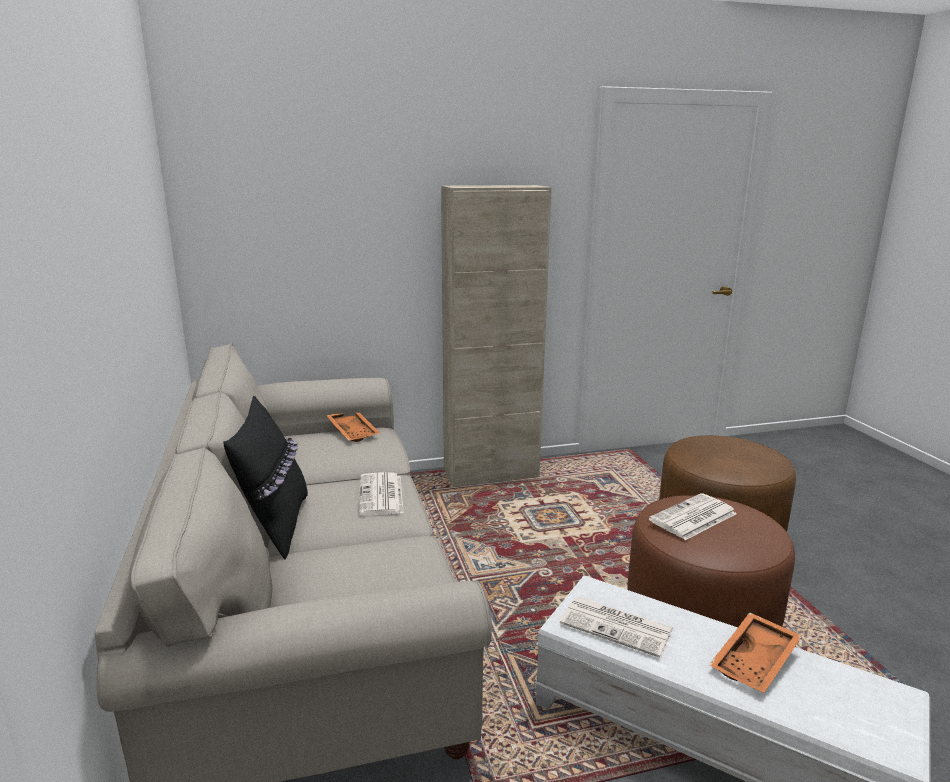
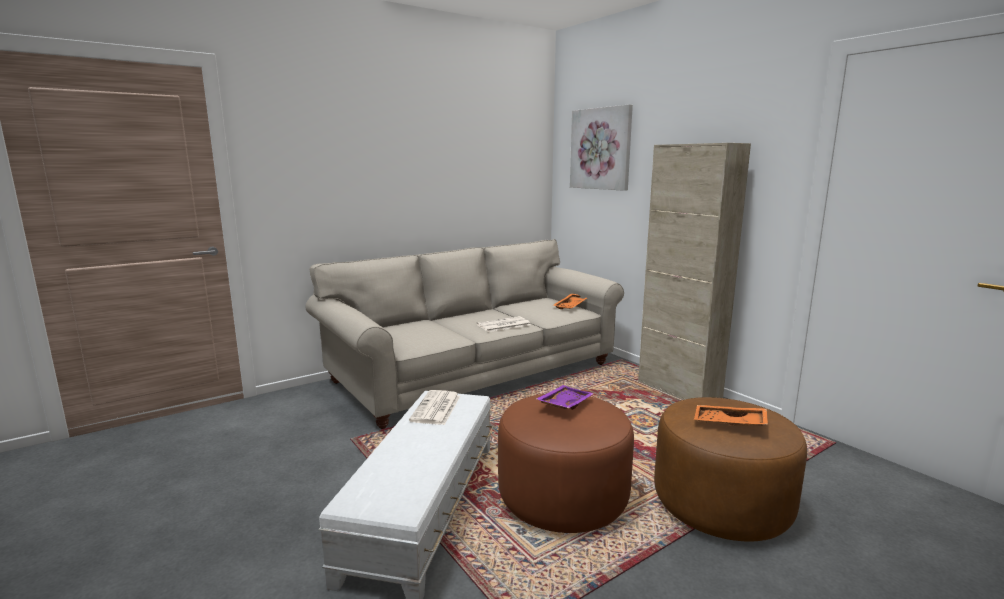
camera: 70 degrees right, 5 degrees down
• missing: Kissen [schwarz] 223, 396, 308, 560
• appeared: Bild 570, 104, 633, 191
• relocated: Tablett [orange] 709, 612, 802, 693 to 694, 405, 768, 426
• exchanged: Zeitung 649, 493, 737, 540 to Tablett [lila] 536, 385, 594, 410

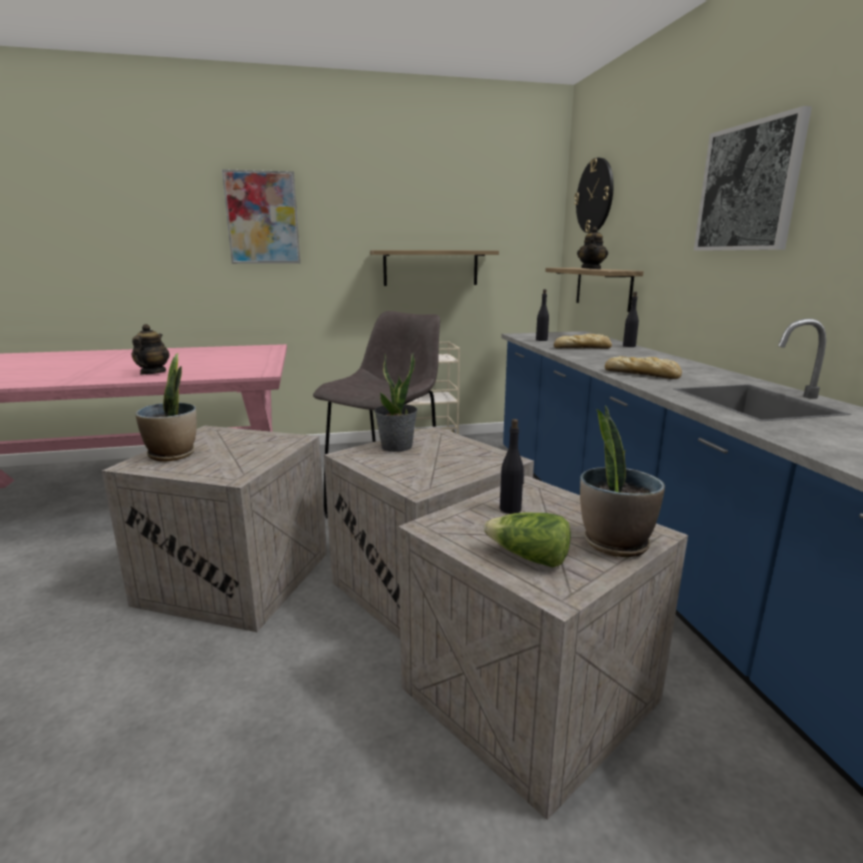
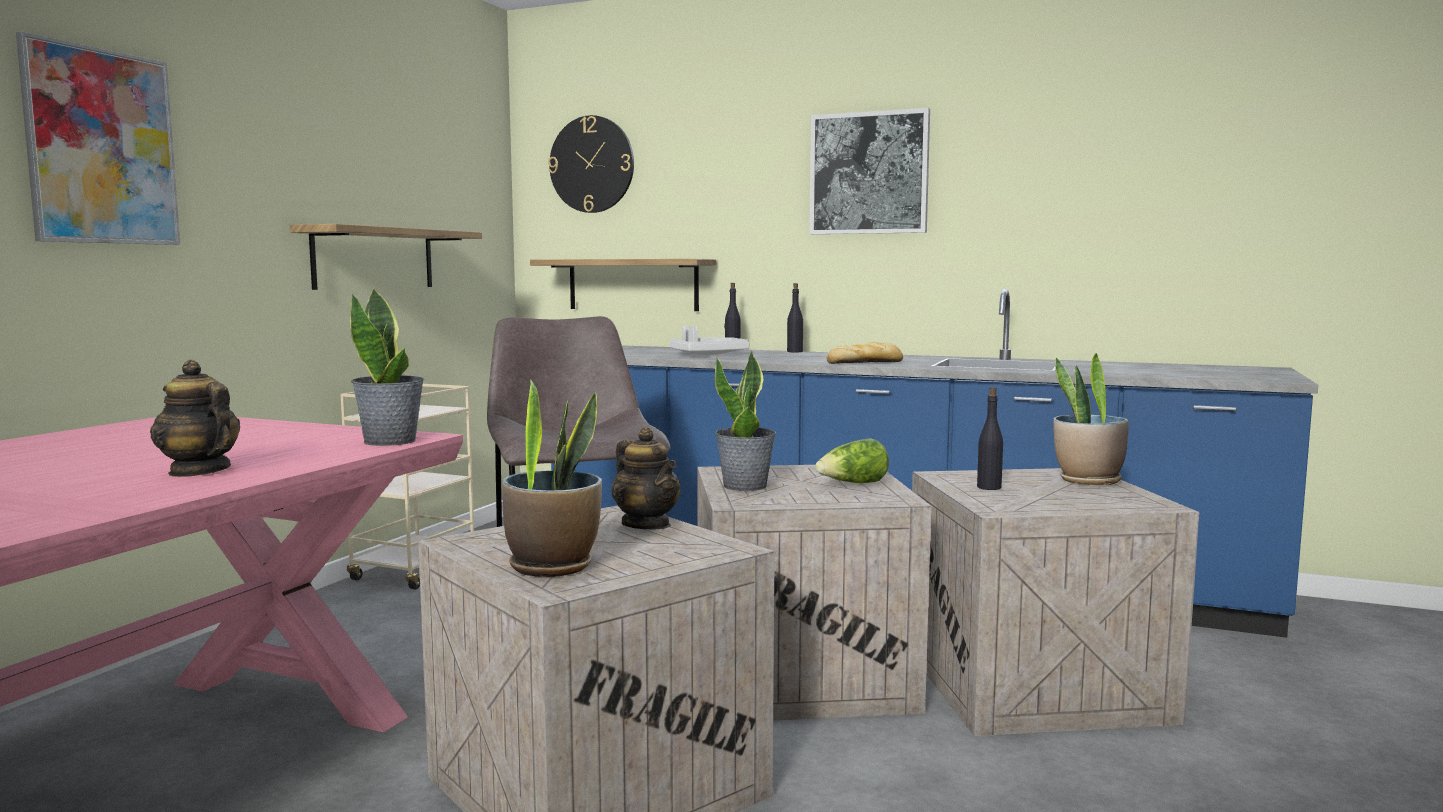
camera: 55 degrees left, 10 degrees down
• appeared: Topfpflanze 350, 288, 424, 446
• relocated: Salatkopf 484, 513, 571, 568 to 815, 438, 889, 483
• relocated: Flasche [schwarz] 536, 289, 549, 341 to 787, 283, 803, 352
• relocated: Teekanne 577, 227, 608, 269 to 612, 427, 680, 529
• exchanged: Brot 554, 334, 612, 349 to Tablett [grau] 669, 326, 750, 355

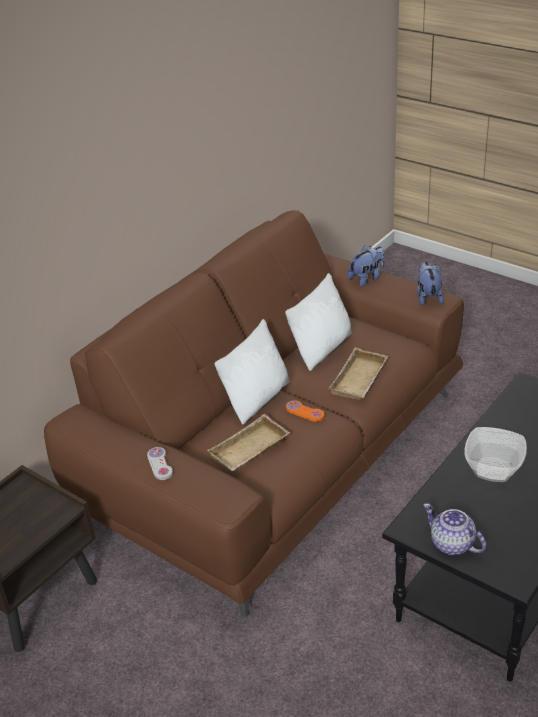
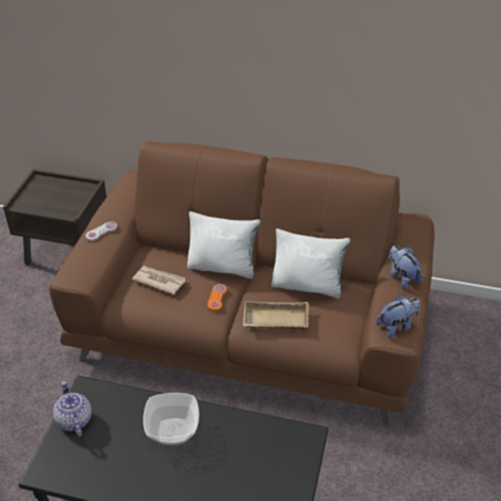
camera: 65 degrees right, 5 degrees up
• exchanged: Tablett [beige] 207, 414, 290, 472 to Zeitung 132, 266, 185, 295
• spun: Plüschtier 348, 245, 385, 287 = 389, 245, 423, 290 150 degrees counterclockwise
• spun: Teekanne 424, 503, 486, 555 = 53, 381, 92, 437 45 degrees counterclockwise

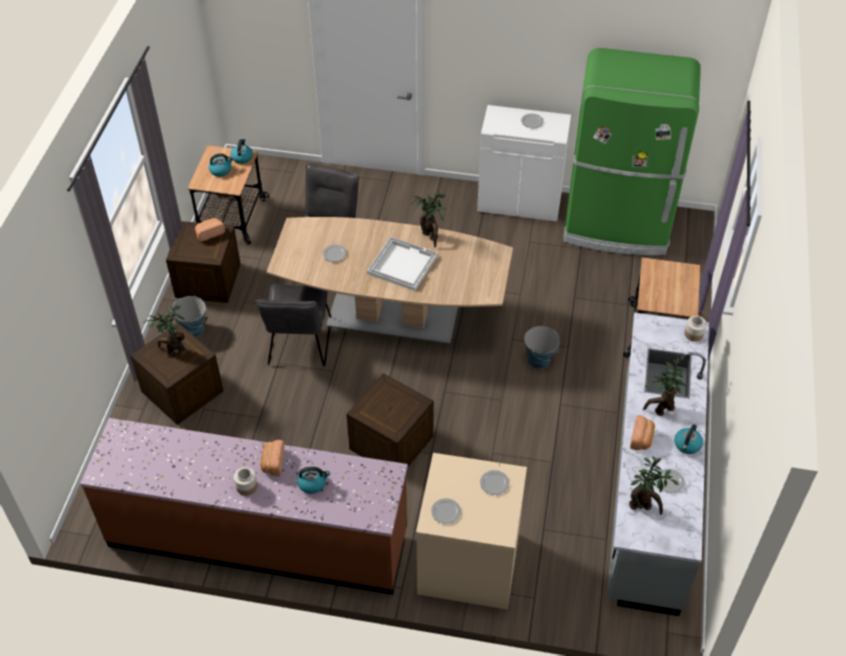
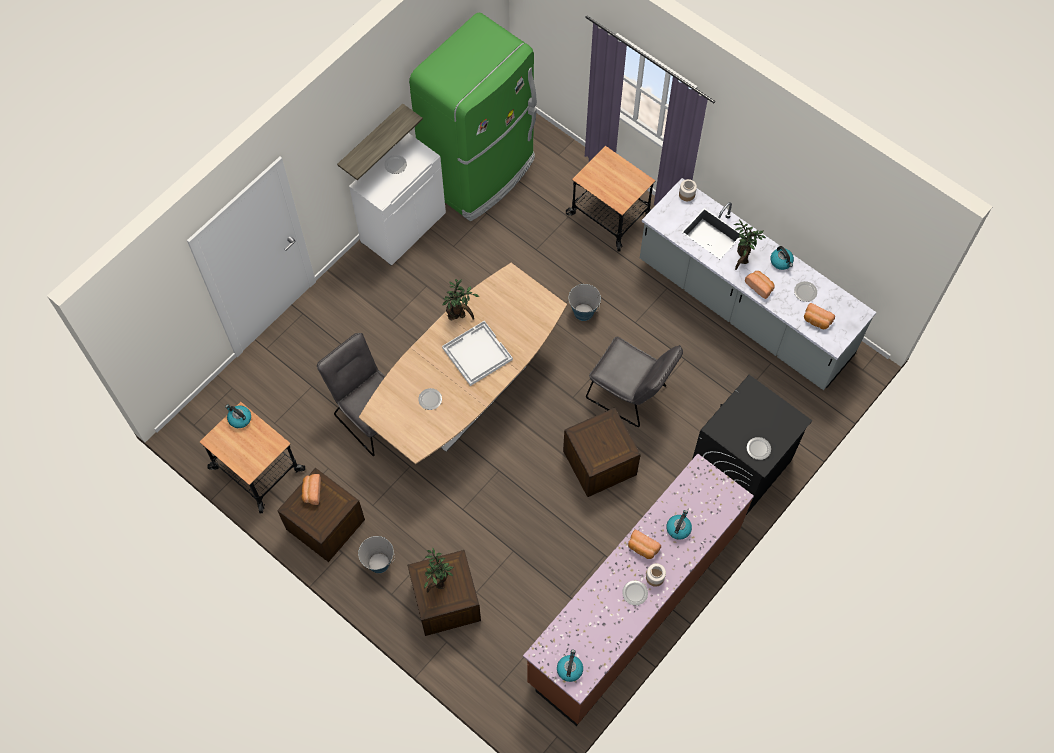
camera: 60 degrees left, 15 degrees up
• appeared: Wandregal 337, 104, 423, 180
• relocated: Wasserkessel 209, 153, 233, 177 to 557, 649, 583, 682
• relocated: Stuhl [grau] 255, 283, 331, 366 to 586, 337, 683, 427
• relocated: Teller 480, 470, 509, 495 to 622, 580, 648, 605
• exchanged: Topfpflanze 629, 457, 679, 515 to Brot 804, 303, 835, 329
• colour: Waschmaschine [beige] 416, 453, 527, 610 to Waschmaschine [schwarz] 692, 375, 812, 515

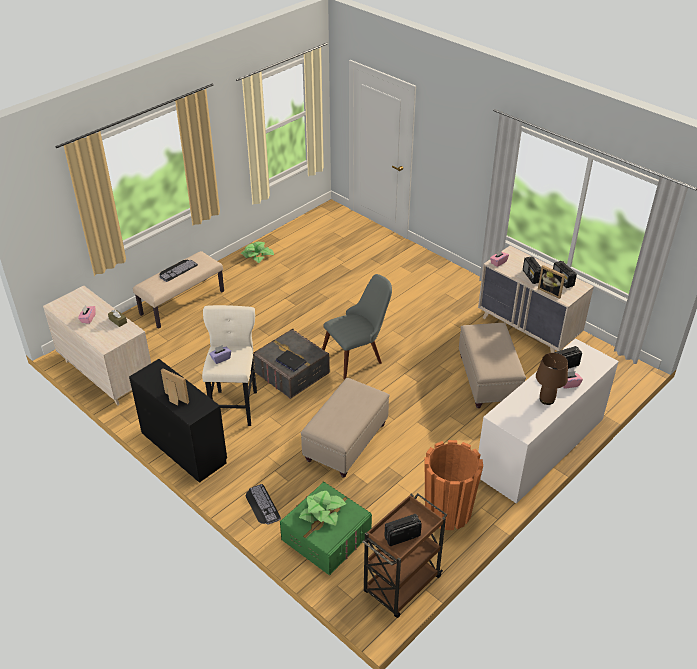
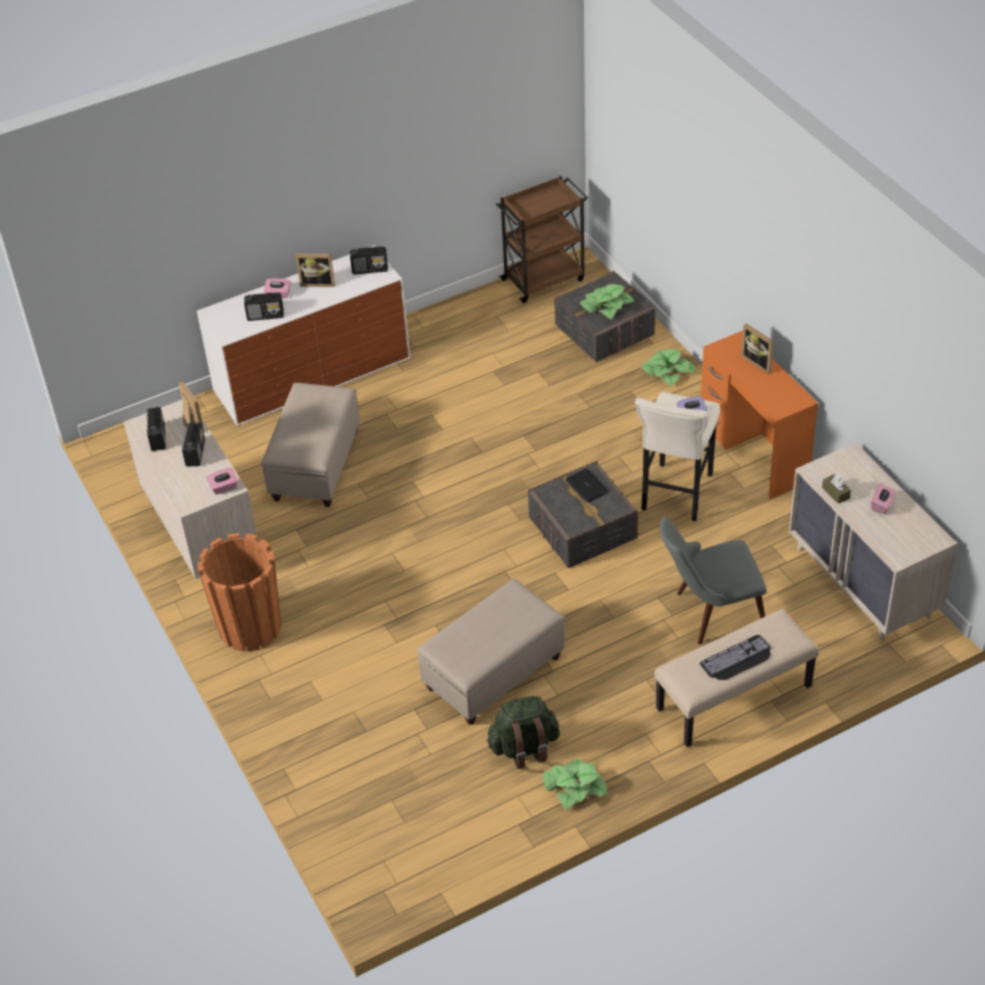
camera: 160 degrees left, 5 degrees up
• appeared: Rucksack [grün] 486, 696, 560, 769
• relocated: Polsterhocker [beige] 300, 378, 390, 478 to 417, 578, 565, 725
• relocated: Stuhl [grau] 322, 274, 392, 380 to 660, 516, 767, 644
• relocated: Radio 384, 514, 422, 546 to 350, 246, 388, 274
• relocated: Pflanzkübel [orange] 424, 440, 483, 530 to 198, 533, 281, 652
• exchanged: Tastatur 246, 484, 281, 525 to Topfpflanze 641, 349, 695, 387
• exchanged: Tischlampe [braun] 536, 353, 568, 405 to Bilderrahmen 296, 254, 335, 287
• colour: Schreibtisch [schwarz] 129, 359, 227, 483 to Schreibtisch [orange] 701, 331, 818, 499
• colour: Aufbewahrungsbox [grün] 280, 481, 372, 575 to Aufbewahrungsbox [grau] 555, 270, 655, 362

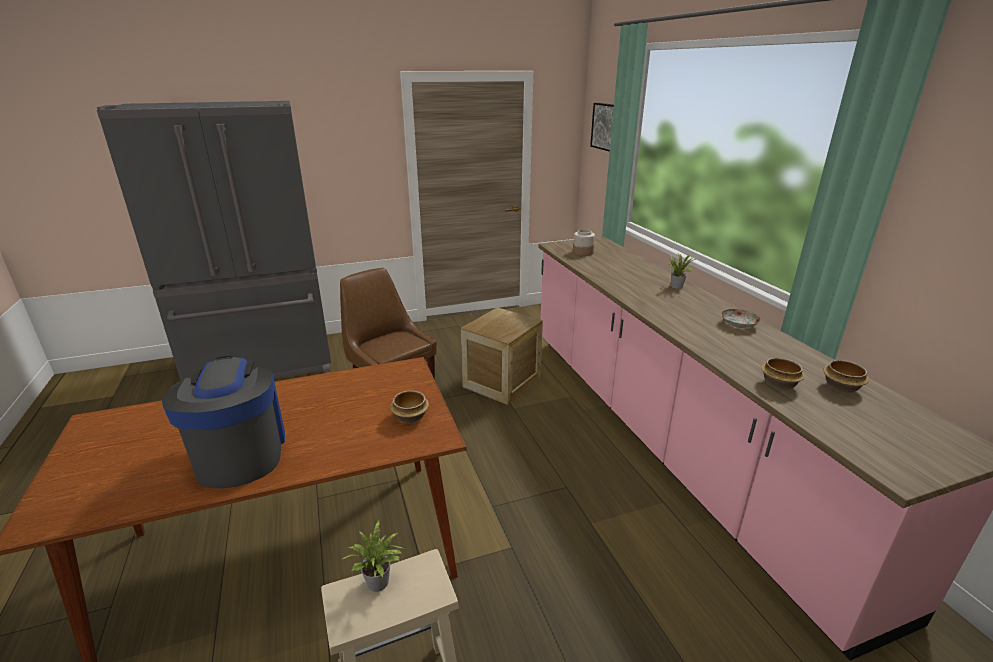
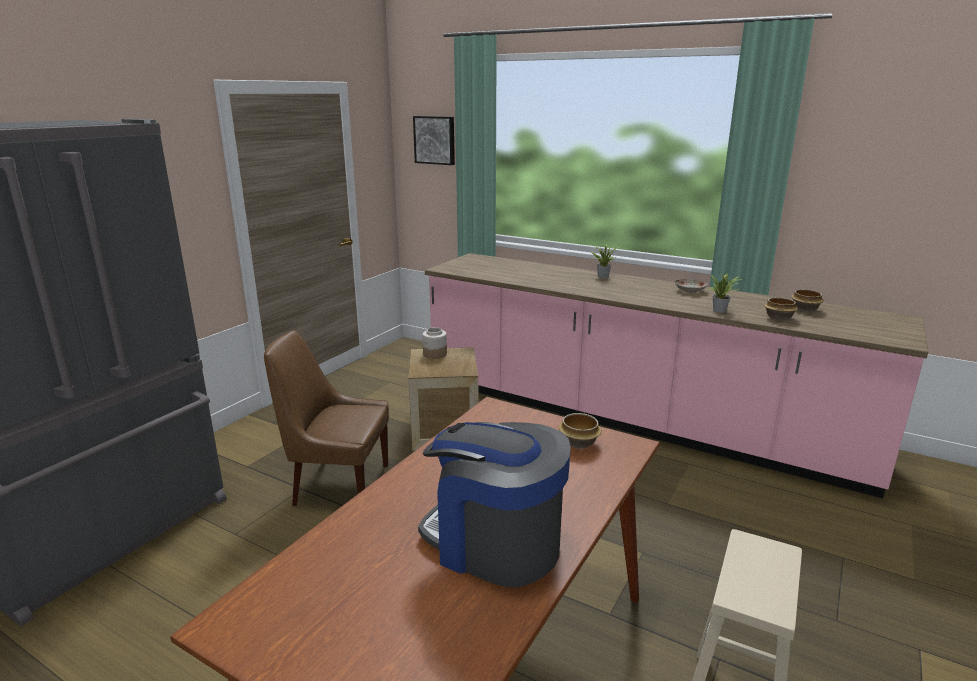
camera: 40 degrees left, 5 degrees down
• relocated: Topfpflanze 341, 520, 405, 592 to 709, 274, 741, 313
• relocated: Vorratsglas 573, 229, 595, 256 to 422, 327, 447, 359

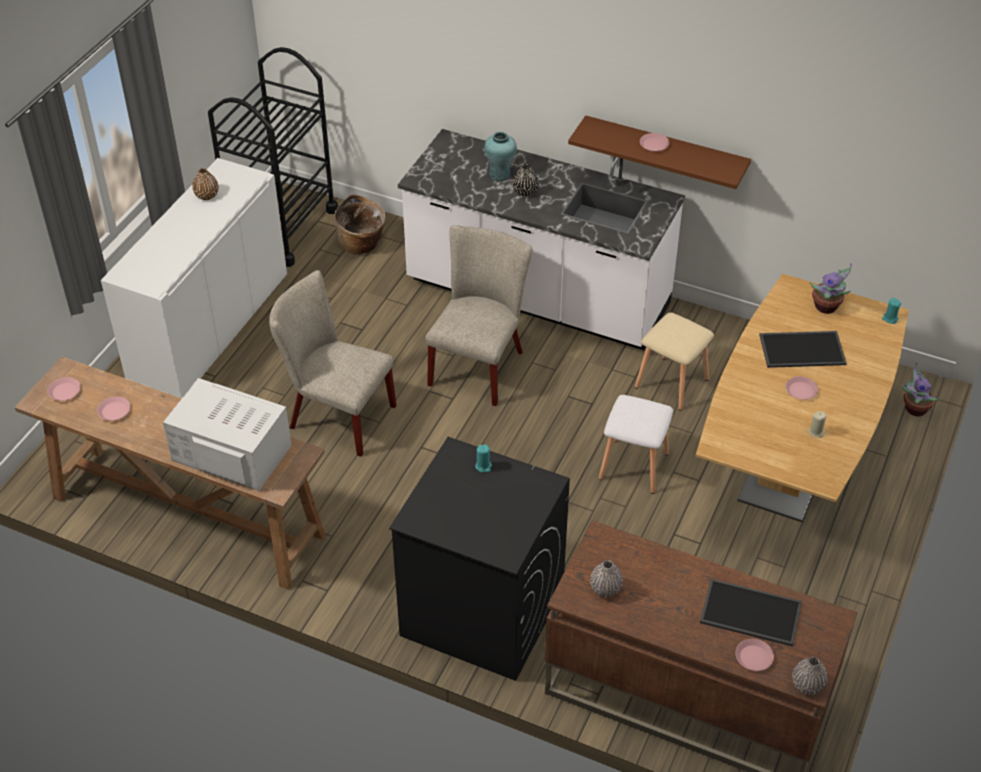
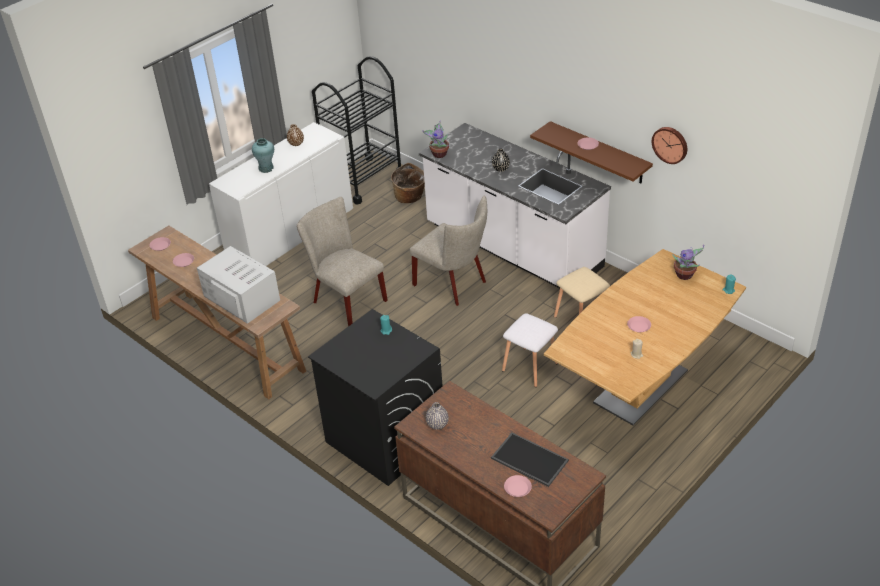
camera: 20 degrees right, 5 degrees down
• missing: Tablett 759, 331, 847, 368
• missing: Vase [grau] 792, 657, 828, 695
• appeared: Wanduhr 652, 127, 687, 164
• relocated: Vase [türkis] 484, 132, 517, 181 to 252, 138, 274, 173
• relocated: Topfpflanze 902, 363, 941, 416 to 423, 120, 449, 158
• spun: Stuhl [beige] 426, 225, 532, 406 = 410, 196, 487, 306 90 degrees clockwise

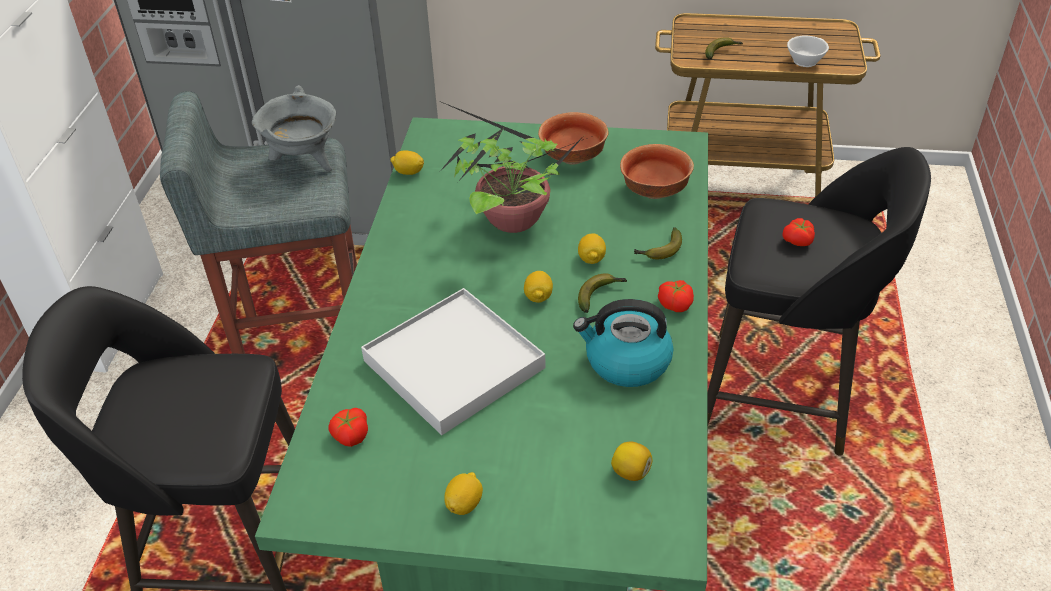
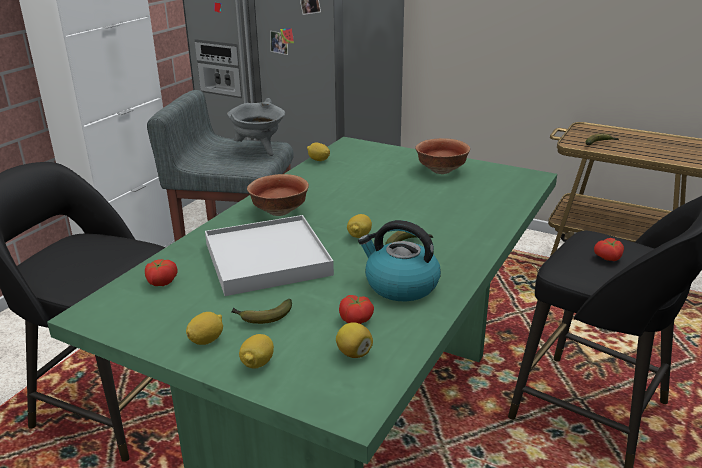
camera: 20 degrees right, 15 degrees down
• missing: Topfpflanze 437, 100, 597, 233
• missing: Tasse [weiß] 787, 36, 829, 67
• relocated: Zitrone 578, 233, 606, 264 to 239, 334, 274, 369
• relocated: Schüssel 620, 144, 694, 199 to 247, 174, 309, 216
• relocated: Banane 634, 227, 682, 259 to 232, 299, 292, 324
• relocated: Tomate 658, 280, 694, 312 to 339, 295, 374, 324

